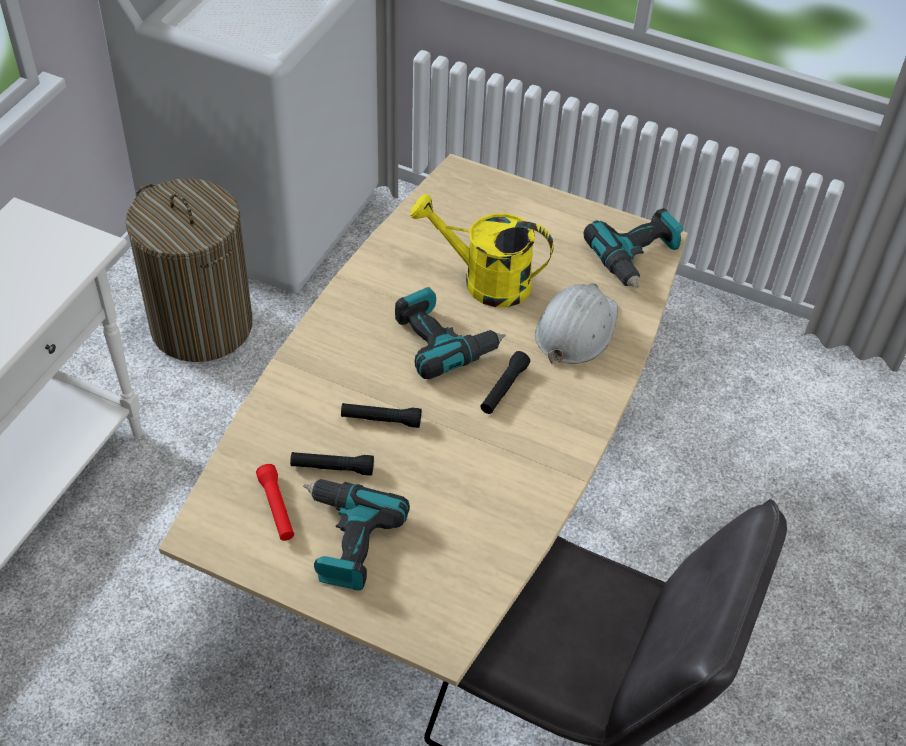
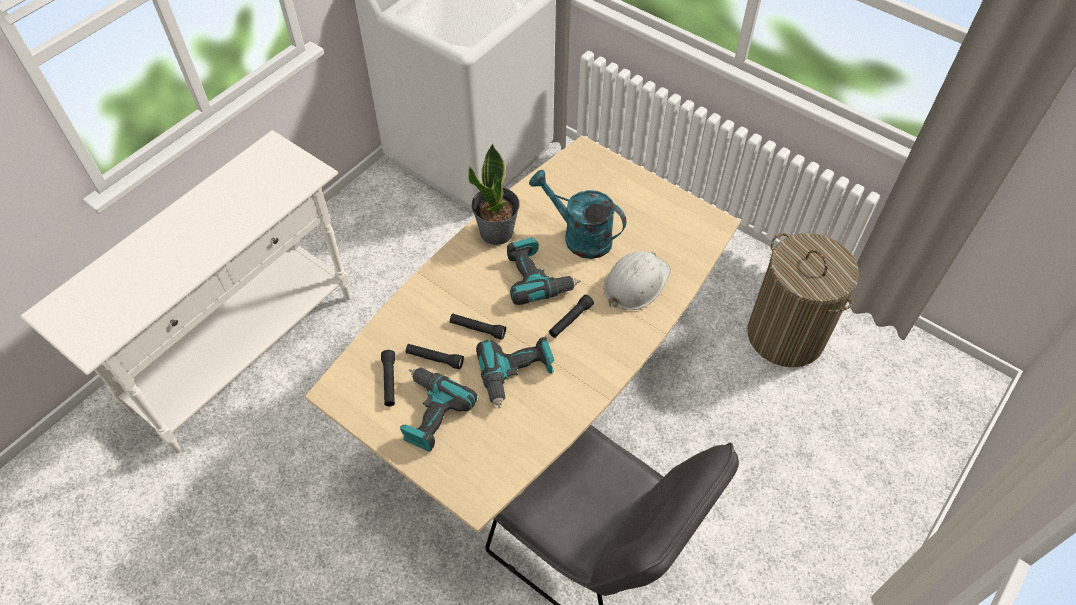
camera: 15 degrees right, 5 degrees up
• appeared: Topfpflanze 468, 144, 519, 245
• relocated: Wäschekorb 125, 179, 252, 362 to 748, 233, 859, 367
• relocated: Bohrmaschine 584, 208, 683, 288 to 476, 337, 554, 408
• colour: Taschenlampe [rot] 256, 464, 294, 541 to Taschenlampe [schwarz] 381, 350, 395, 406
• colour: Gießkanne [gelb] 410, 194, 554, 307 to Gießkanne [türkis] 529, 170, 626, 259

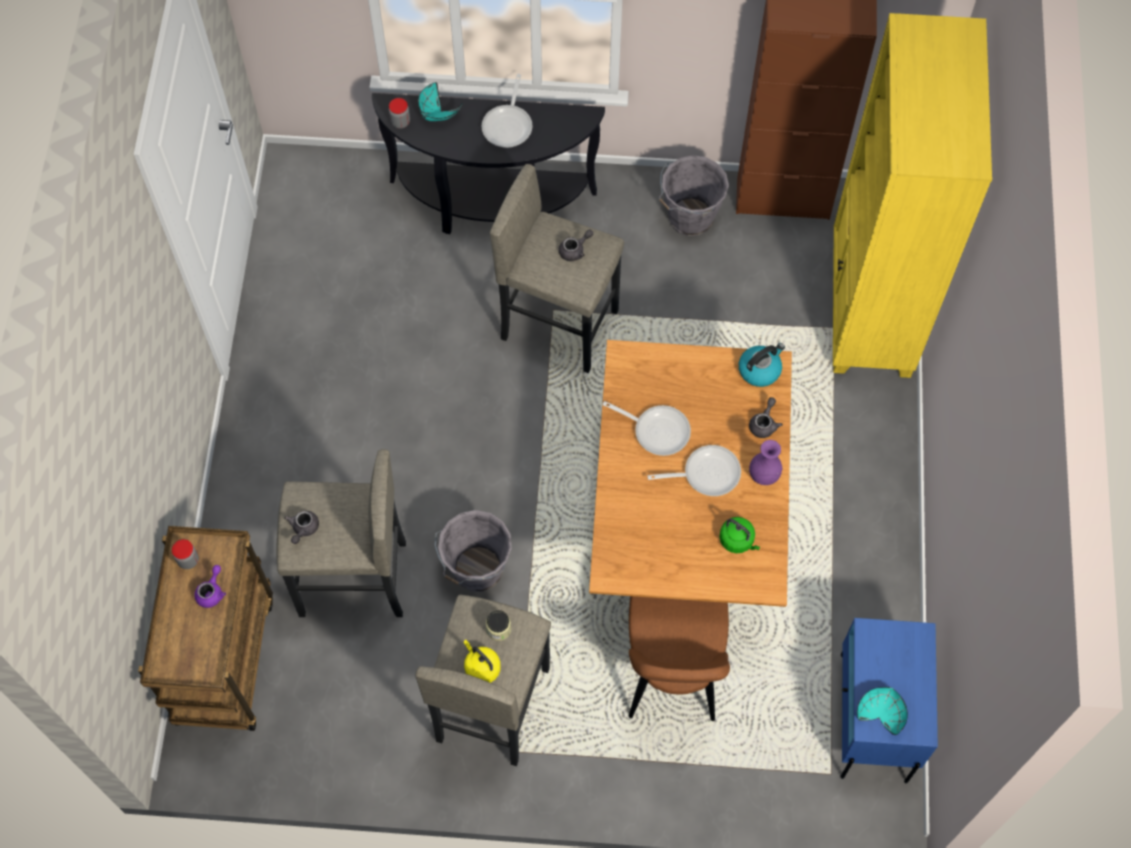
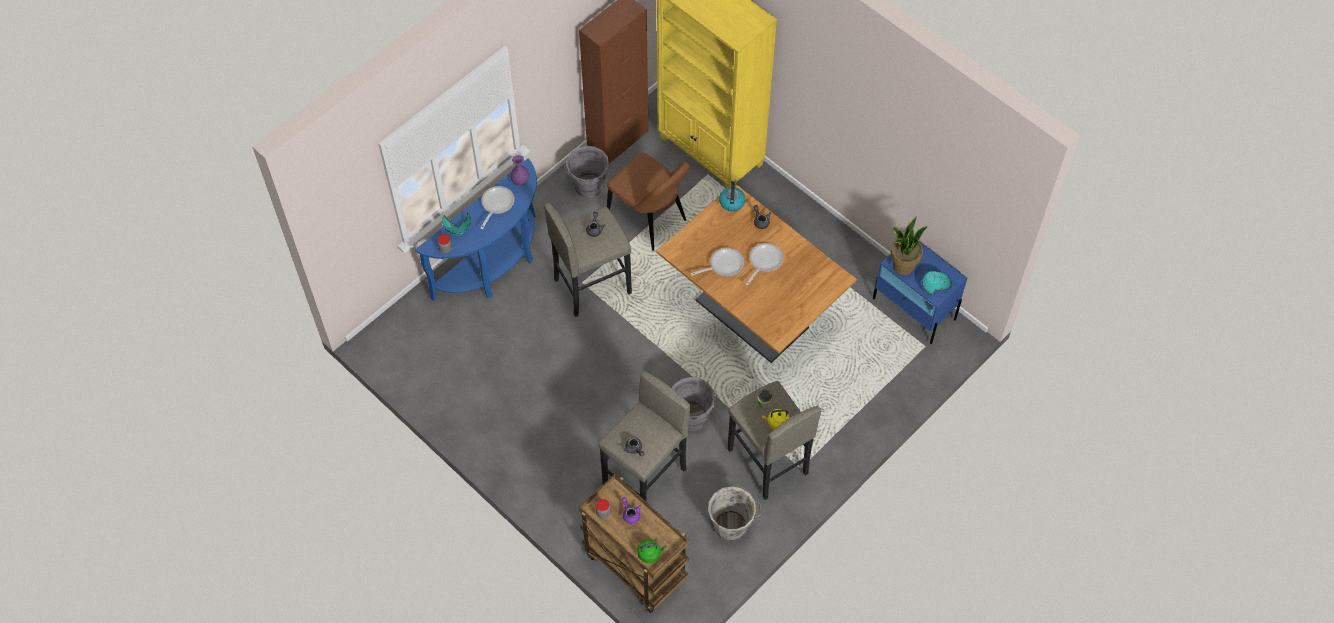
camera: 50 degrees left, 5 degrees down
• appeared: Eimer [grau] 708, 485, 762, 541
• appeared: Topfpflanze 891, 217, 928, 275
• relocated: Stuhl [braun] 629, 596, 730, 721 to 607, 153, 690, 251
• relocated: Wasserkessel [grün] 719, 517, 760, 553 to 637, 539, 667, 563
• relocated: Vase [lila] 749, 440, 782, 485 to 511, 155, 530, 186
• colour: Konsolentisch [schwarz] 372, 93, 605, 234 to Konsolentisch [blau] 415, 158, 537, 301
• spun: Pfanne 481, 74, 532, 148 = 480, 186, 515, 229 120 degrees counterclockwise

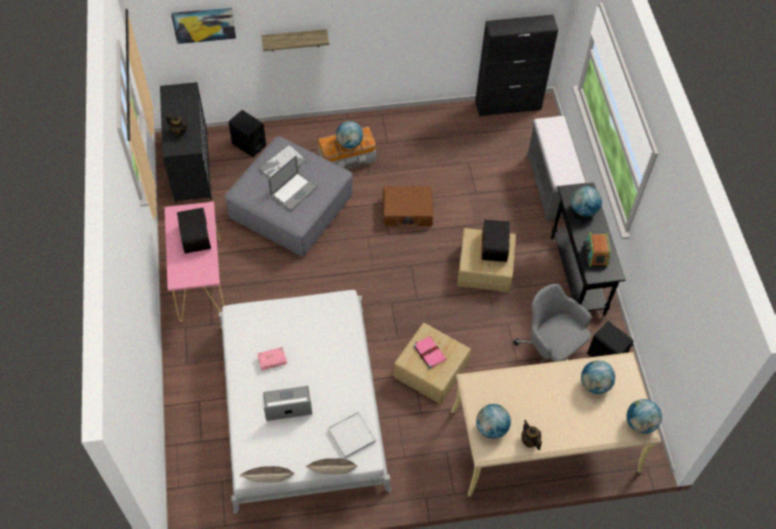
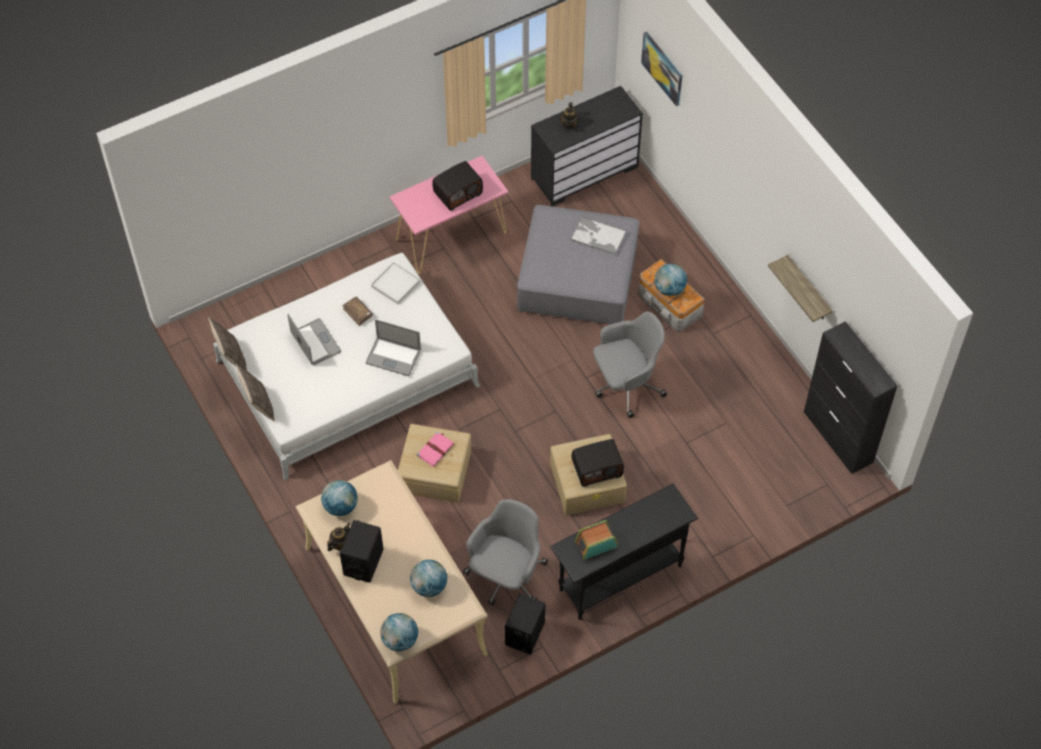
camera: 70 degrees right, 0 degrees up
• missing: Bank [grau] 527, 115, 587, 221
• missing: Globus 571, 186, 602, 216
• relocated: Lautsprecher [schwarz] 228, 110, 266, 157 to 340, 520, 384, 583
• relocated: Wandregal 261, 29, 329, 51 to 768, 255, 833, 322
• relocated: Laptop 268, 155, 318, 211 to 365, 319, 421, 376
• relocated: Tablett [weiß] 328, 412, 376, 458 to 371, 262, 420, 304
• exchanged: Koffer [braun] 383, 186, 433, 228 to Bürostuhl [grau] 593, 311, 667, 418
• colour: Buch [rosa] 258, 347, 287, 371 to Buch [braun] 342, 296, 373, 326

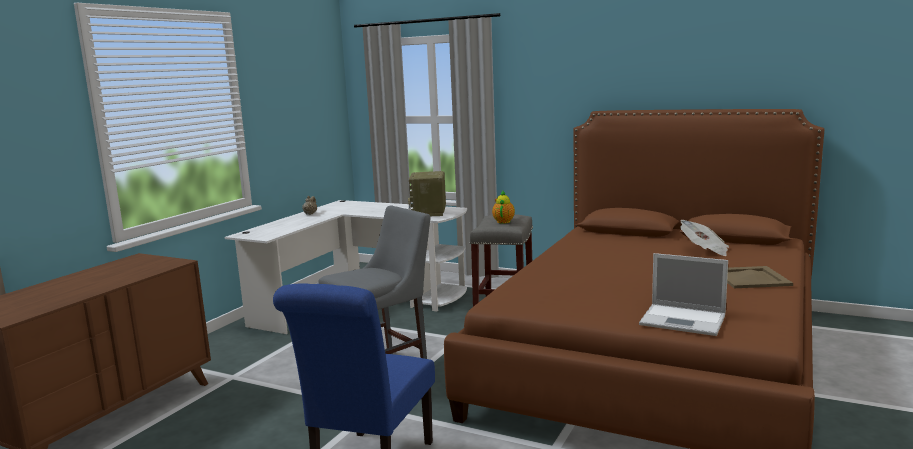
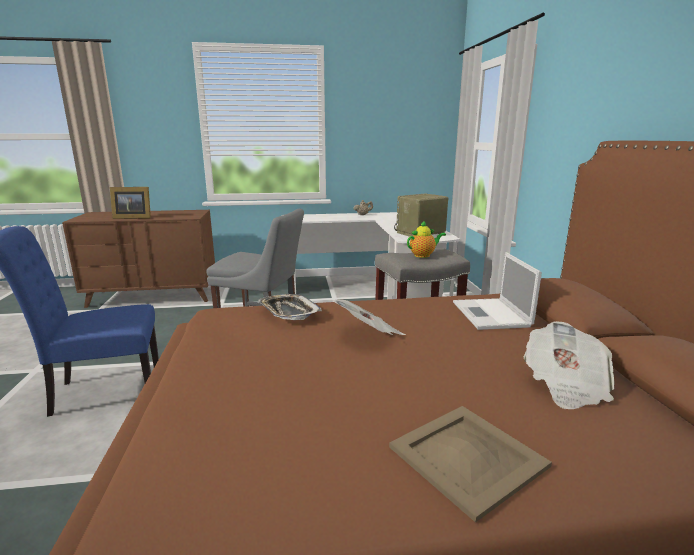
camera: 55 degrees right, 5 degrees up
• appeared: Bilderrahmen 110, 187, 151, 219
• appeared: Tablett 258, 294, 322, 320
• appeared: Zeitung 333, 299, 406, 335
• relocated: Laptop 639, 253, 728, 336 to 453, 252, 542, 330

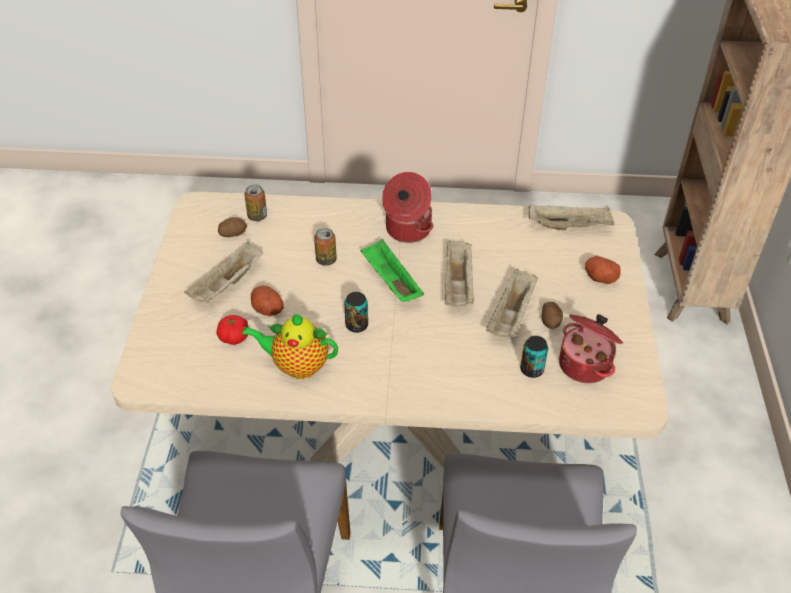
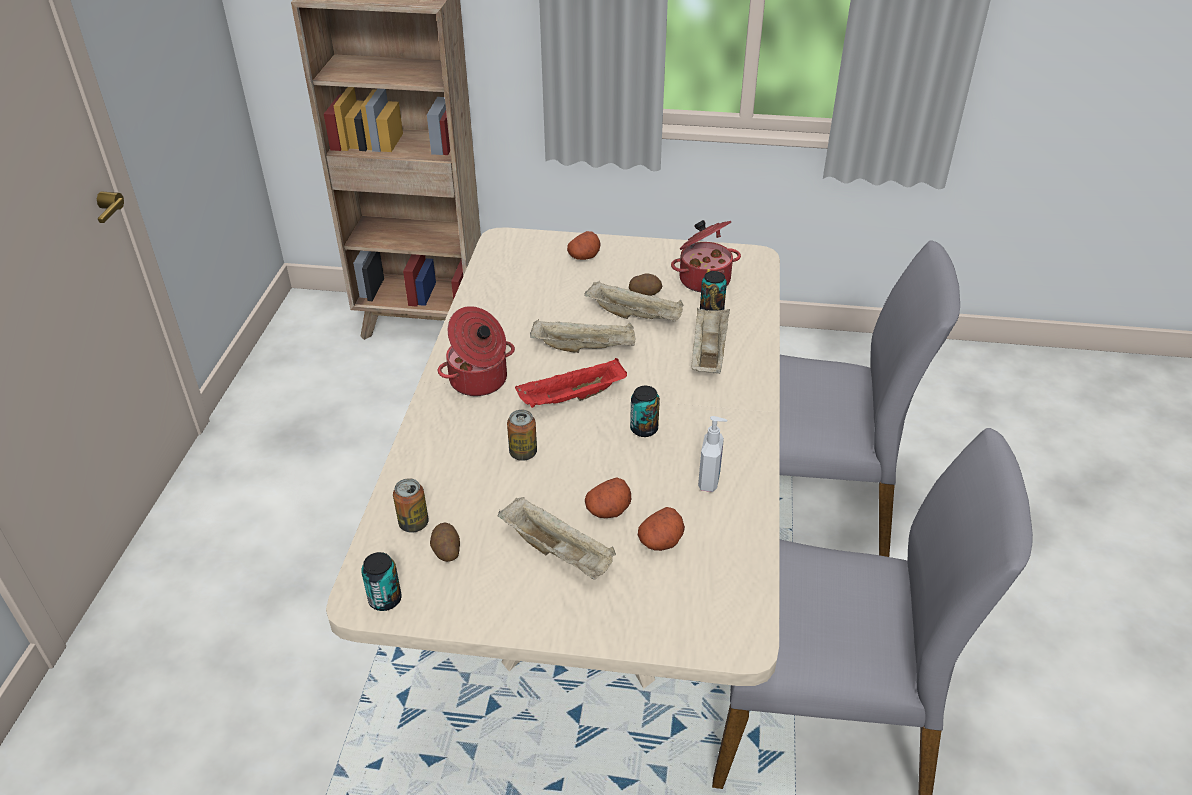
camera: 85 degrees left, 5 degrees down
• appeared: Dose 361, 552, 402, 611
• relocated: Tablett [beige] 529, 204, 615, 230 to 691, 308, 730, 374
• exchanged: Tomate 216, 315, 248, 345 to Kartoffel 638, 507, 685, 551
• exchanged: Teekanne 241, 313, 338, 379 to Seifenspender 698, 416, 727, 492
• colour: Tablett [grün] 361, 239, 424, 302 to Tablett [rot] 515, 358, 627, 408

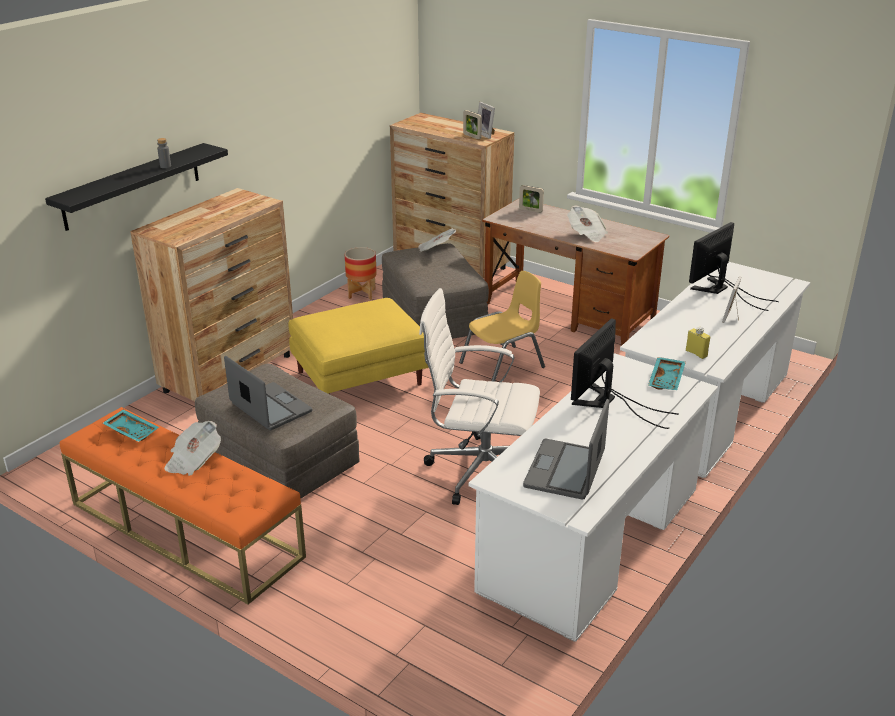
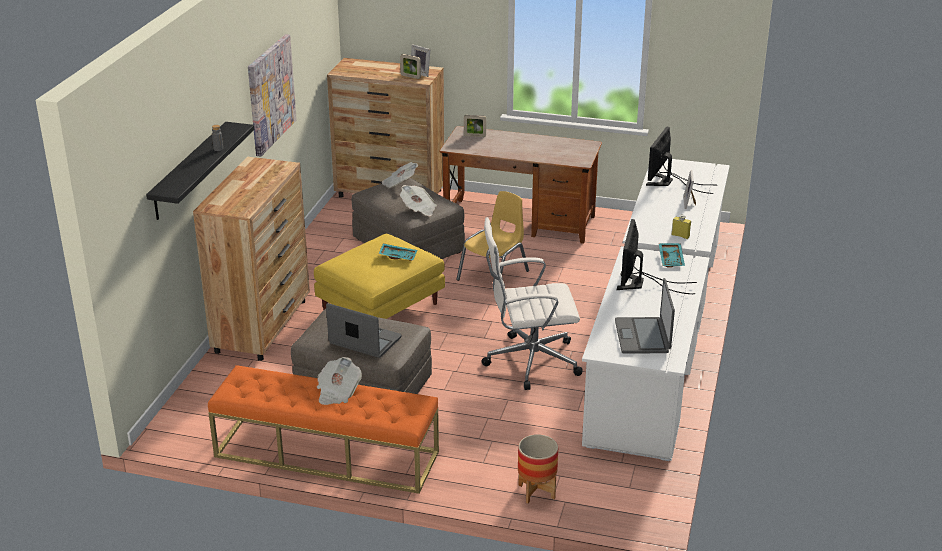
camera: 20 degrees left, 0 degrees up
• appeared: Bild 248, 34, 297, 157
• relocated: Tablett [türkis] 103, 409, 159, 442 to 378, 243, 417, 261
• relocated: Pflanzkübel 345, 247, 377, 300 to 518, 434, 558, 504
• relocated: Zeitung 567, 206, 608, 242 to 400, 185, 437, 216

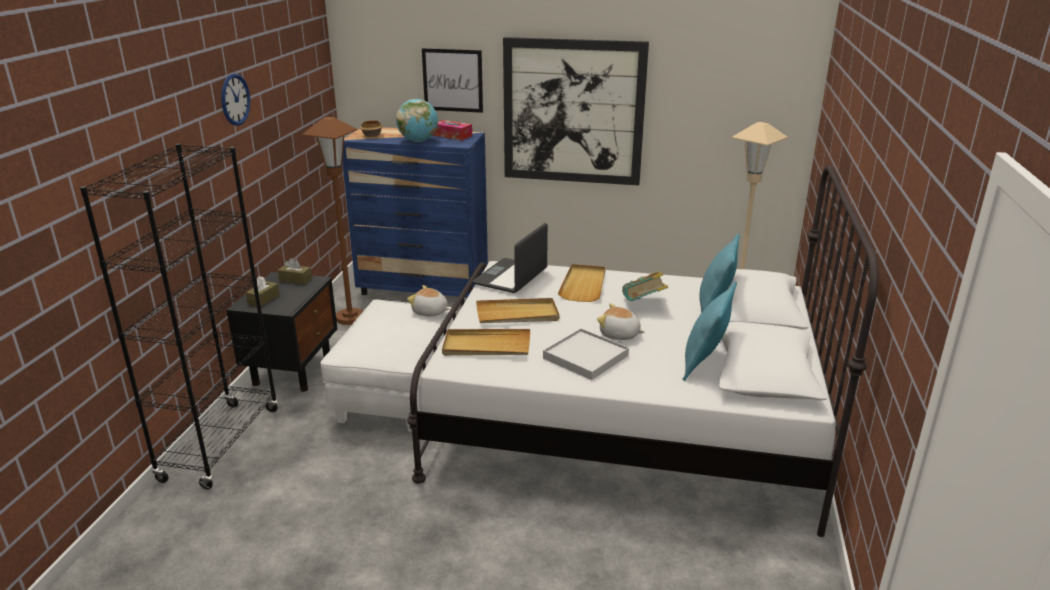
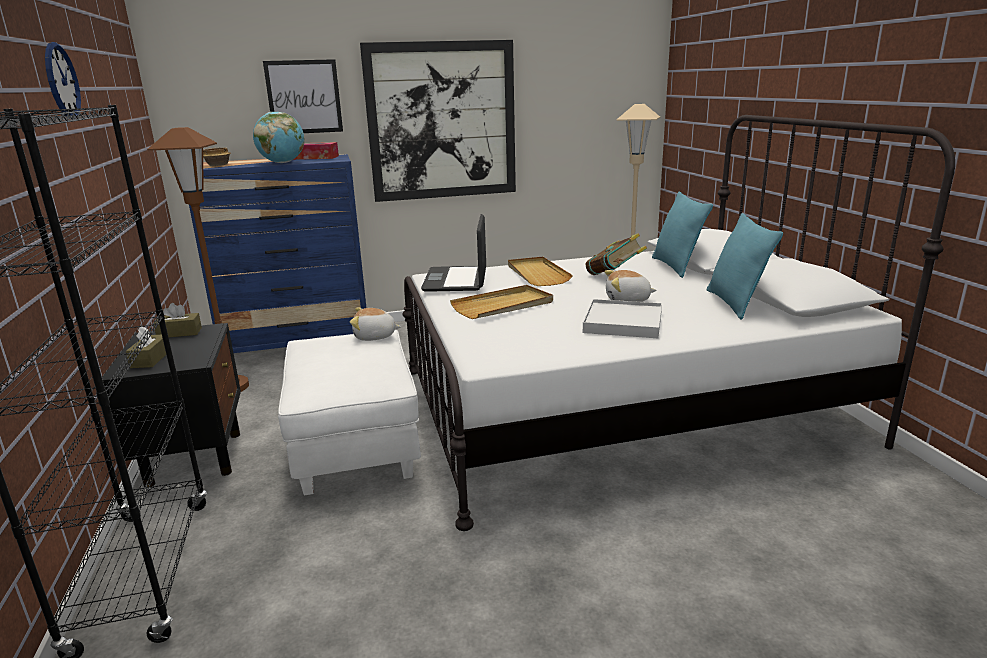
camera: 25 degrees left, 5 degrees down
• missing: Tablett [beige] 442, 329, 530, 356

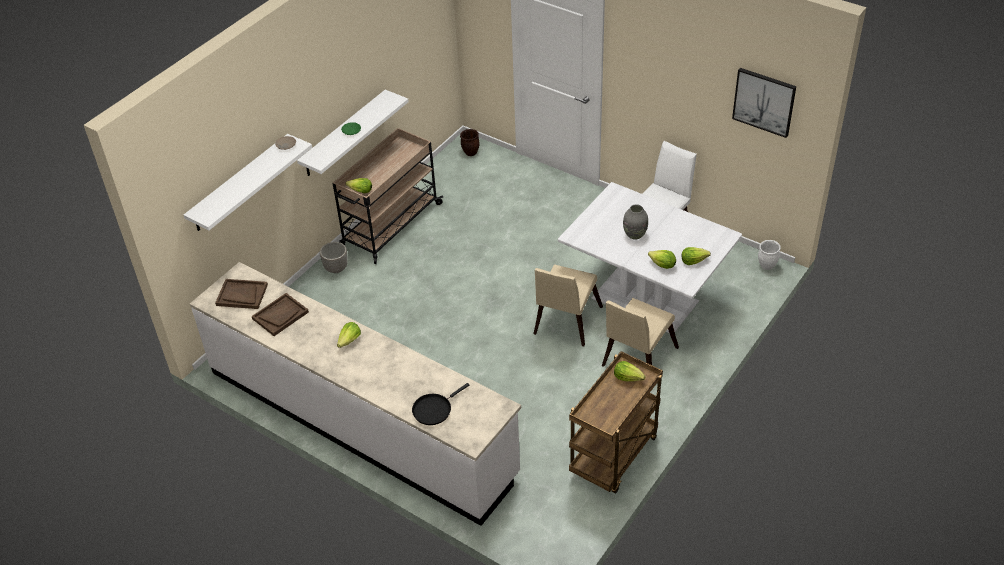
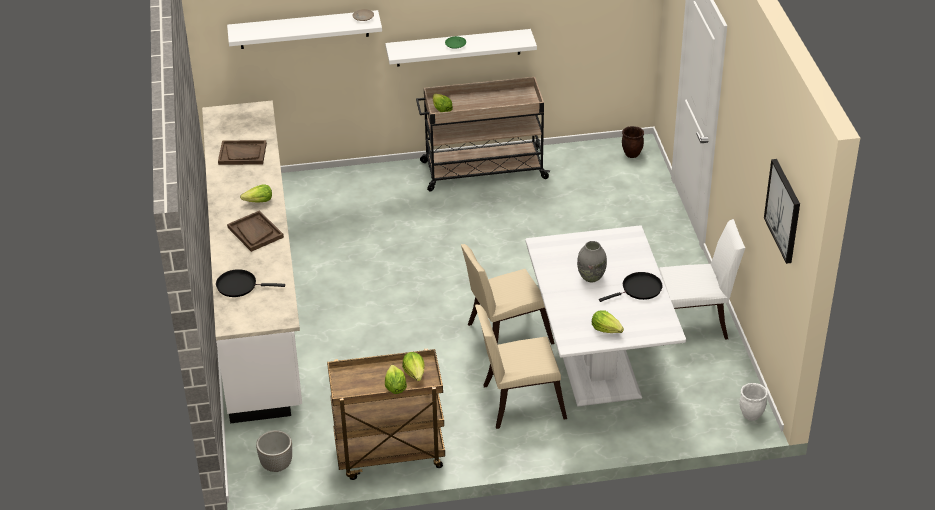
camera: 45 degrees right, 5 degrees down
• appeared: Pfanne [schwarz] 599, 272, 663, 302
• relocated: Tablett [braun] 215, 279, 268, 309 to 227, 210, 284, 252
• relocated: Pflanzkübel 320, 242, 348, 273 to 256, 430, 292, 472
• relocated: Salatkopf 648, 250, 676, 269 to 385, 365, 407, 394

